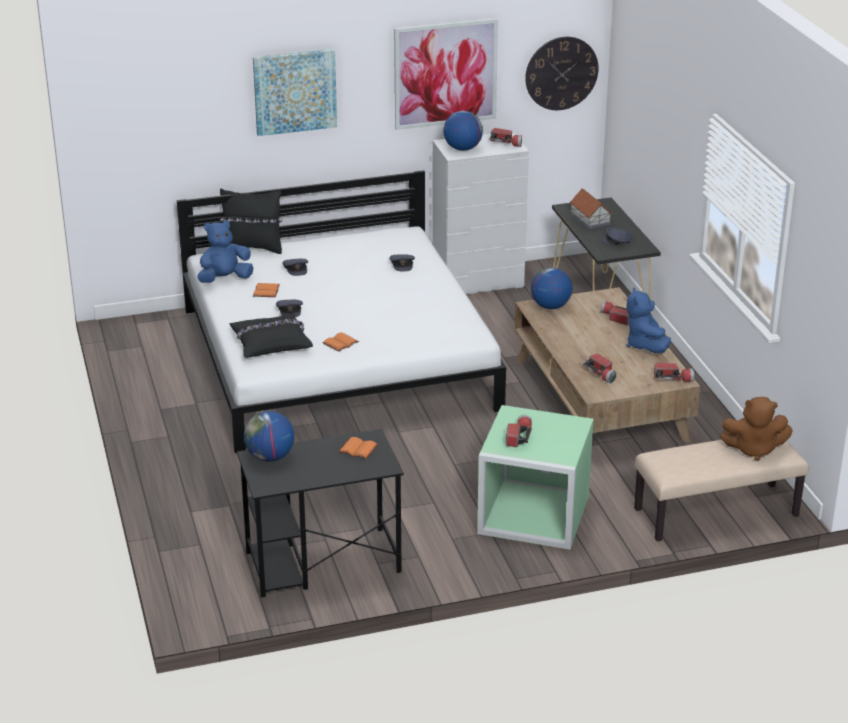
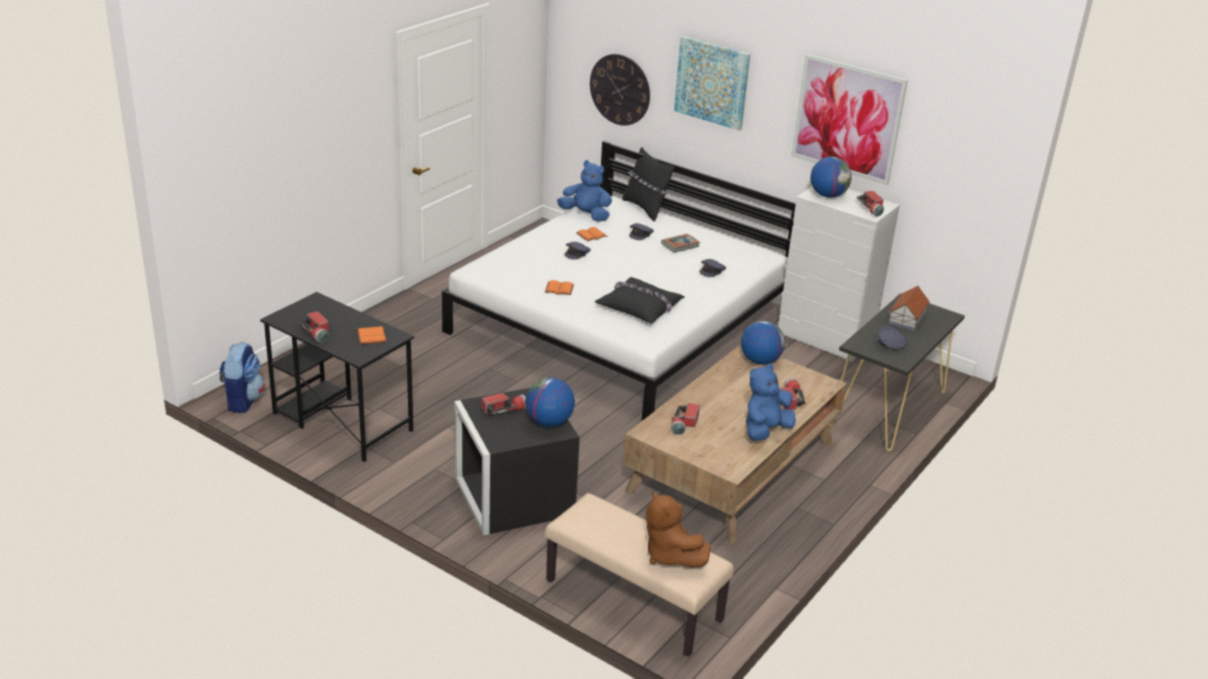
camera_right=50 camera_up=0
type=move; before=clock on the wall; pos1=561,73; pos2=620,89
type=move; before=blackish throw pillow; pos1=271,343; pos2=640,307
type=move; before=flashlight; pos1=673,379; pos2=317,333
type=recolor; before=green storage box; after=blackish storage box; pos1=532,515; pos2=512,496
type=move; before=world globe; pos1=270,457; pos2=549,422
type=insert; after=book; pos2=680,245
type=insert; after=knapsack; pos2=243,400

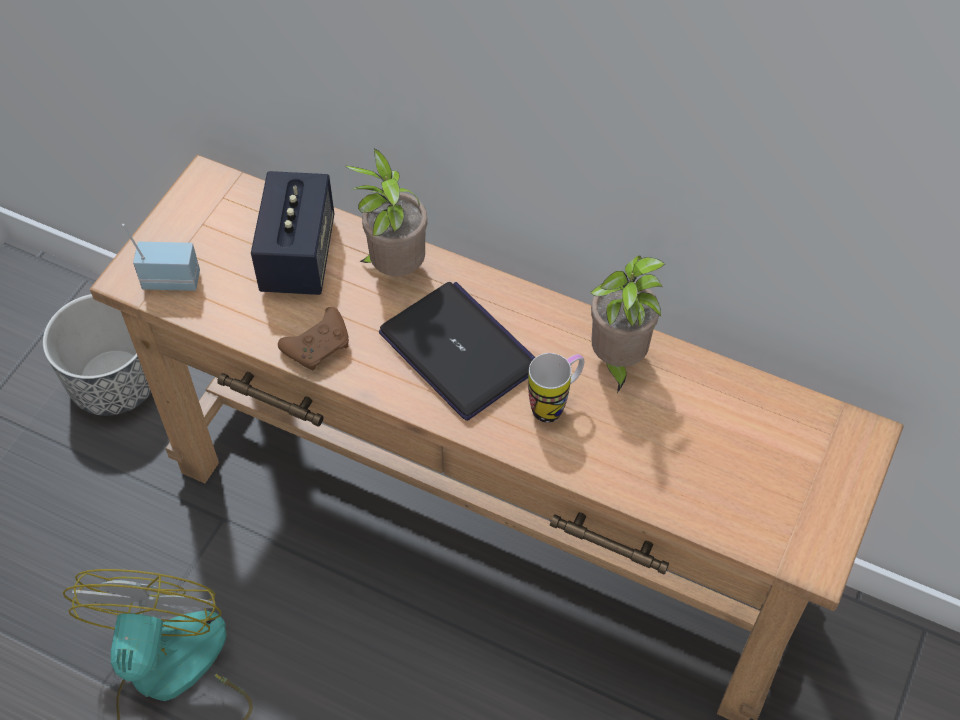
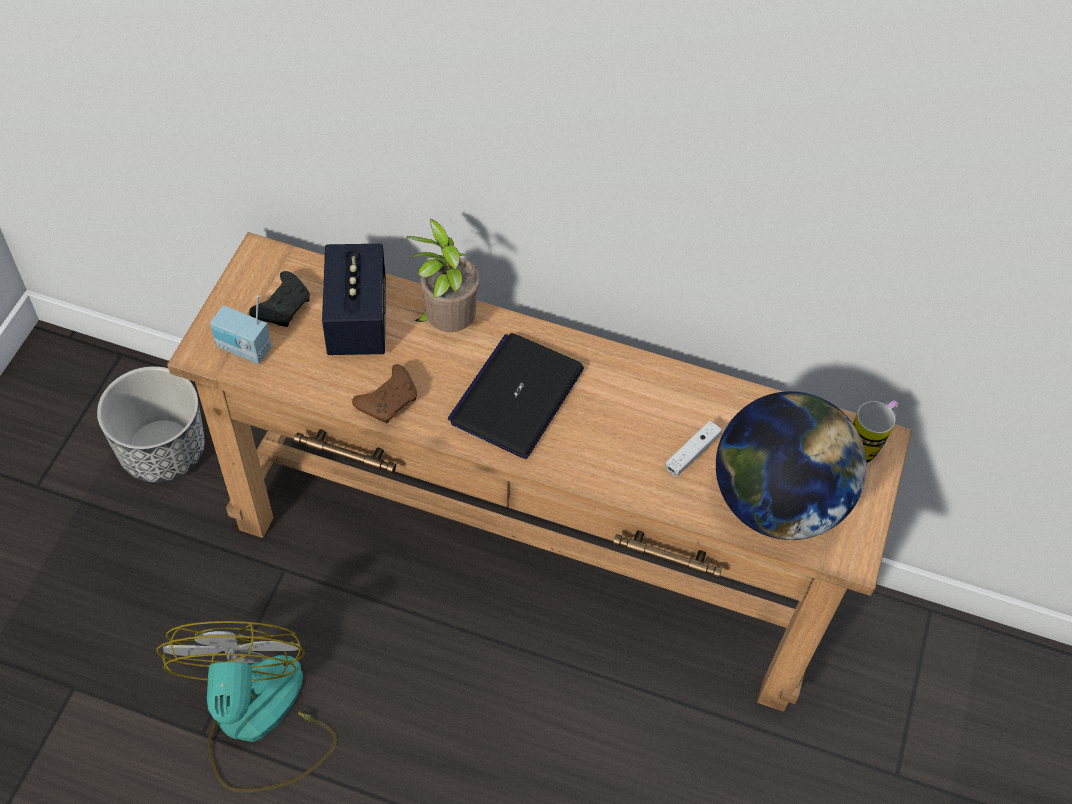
camera_right=-10 camera_up=0
type=rotate; before=radio receiver; pos1=171,279; pos2=243,349; turn=-150
type=delete; before=houseplant; pos1=617,361
type=rotate; before=notebook computer; pos1=459,351; pos2=517,396; turn=-105
type=move; before=tea mug; pos1=555,405; pos2=867,446
type=insert; after=blackish joypad; pos2=284,306
type=insert; after=world globe; pos2=776,502
type=insert; after=whitish joypad; pos2=692,453

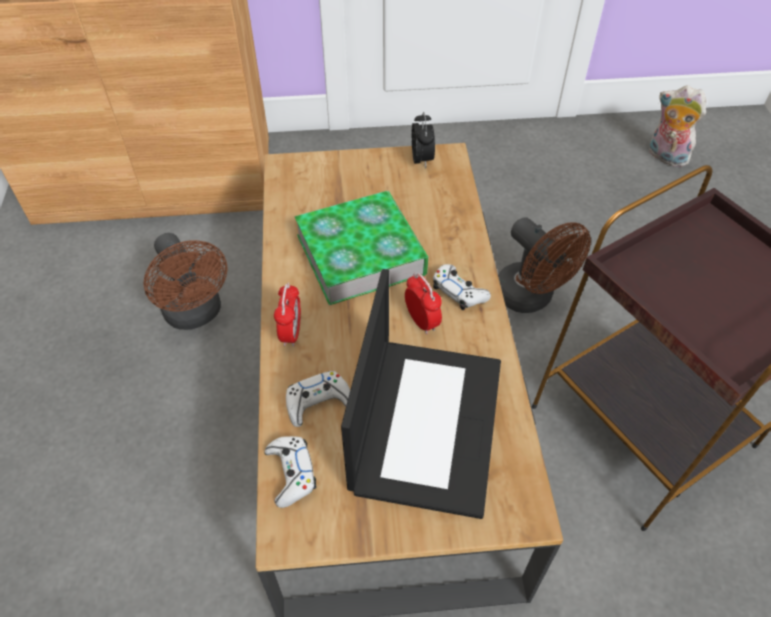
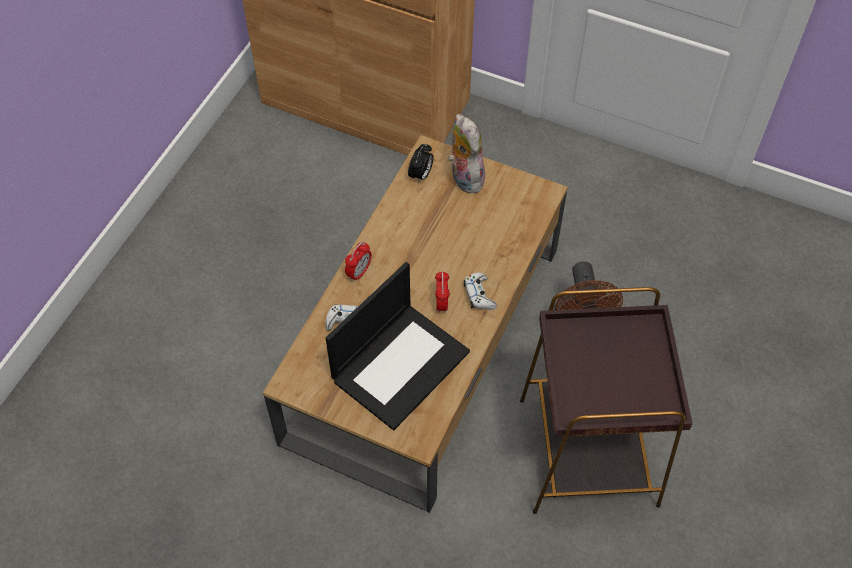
camera_right=30 camera_up=5
type=move; before=plush toy; pos1=665,157; pos2=464,177
type=move; before=table clock; pos1=422,160; pos2=421,175
type=delete; before=book; pos1=360,254
type=delete; before=brownish electric fan; pos1=196,314
type=delete; before=whitish joypad; pos1=291,473

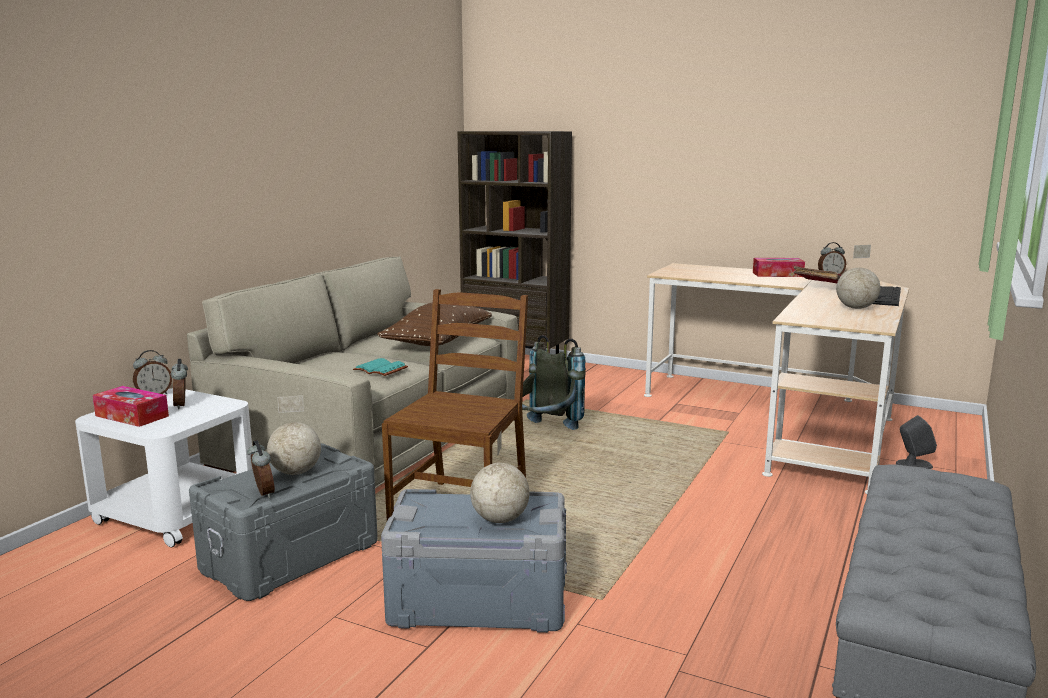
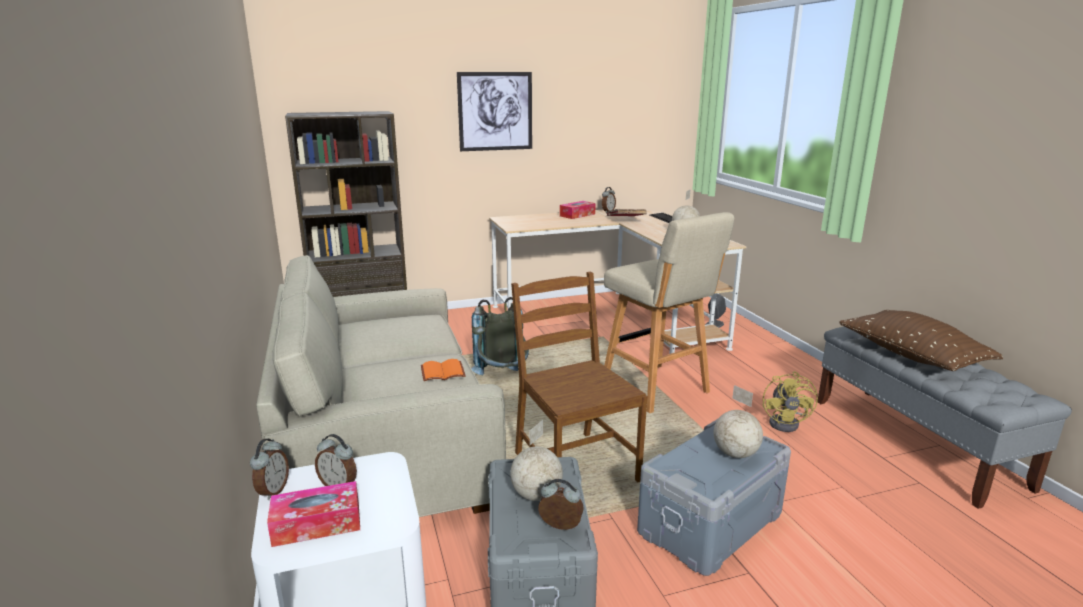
camera_right=-45 camera_up=5
type=move; before=brownish throw pillow; pos1=438,342; pos2=911,356
type=recolor; before=turquoise-coloured book; after=orange book; pos1=382,369; pos2=443,371
type=insert; after=wall picture; pos2=495,111
type=insert; after=sand-coloured stool; pos2=657,389
type=insert; after=yellow-coloured electric fan; pos2=787,423

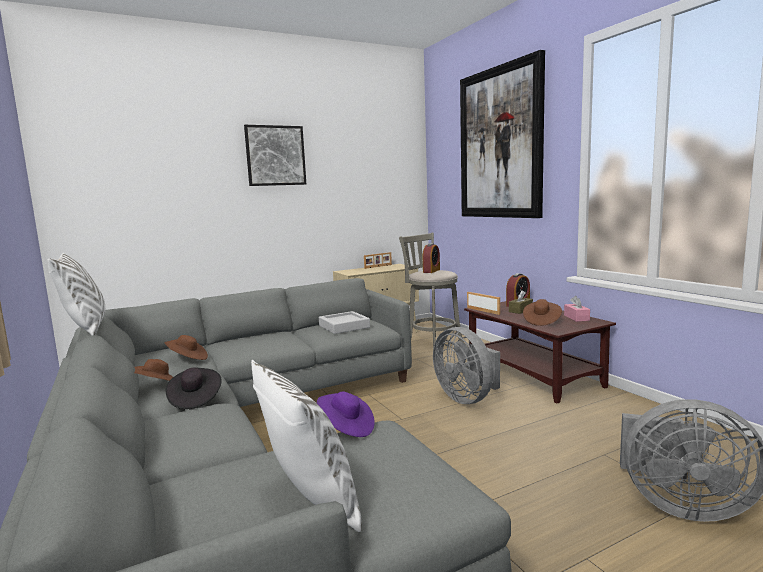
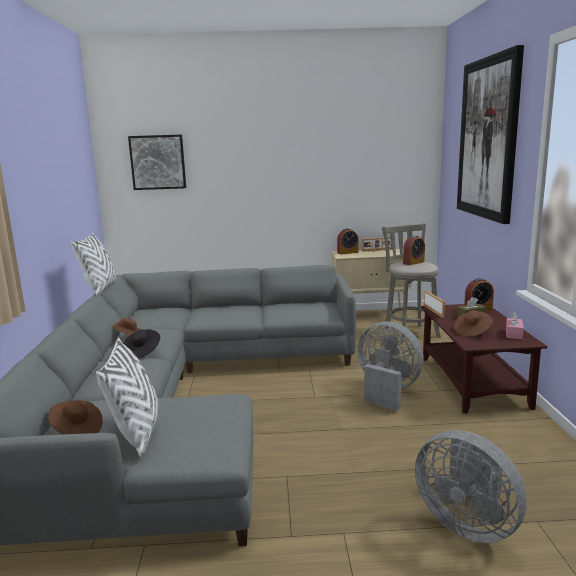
camera_right=25 camera_up=5
type=move; before=wall picture; pos1=275,155; pos2=158,162
type=delete; before=greyish carrying tray; pos1=344,326
type=rotate; before=greyish electric fan; pos1=467,398; pos2=386,391; turn=135
type=move; before=brownish clothing hat; pos1=188,359; pos2=77,431
type=delete; before=purple clothing hat; pos1=346,428
type=insert; after=table clock; pos2=347,252

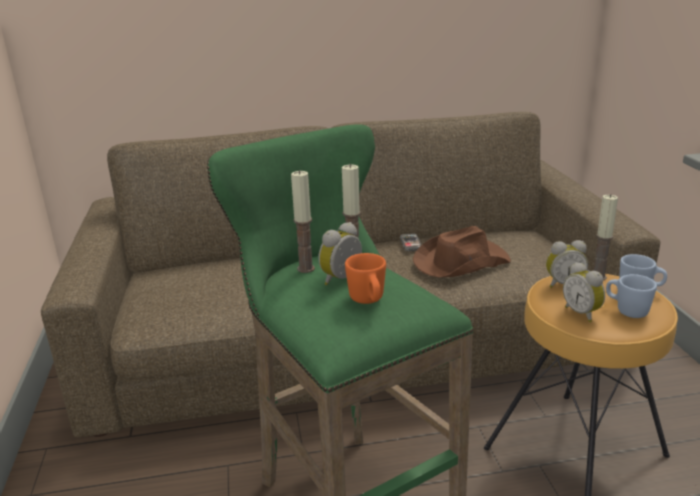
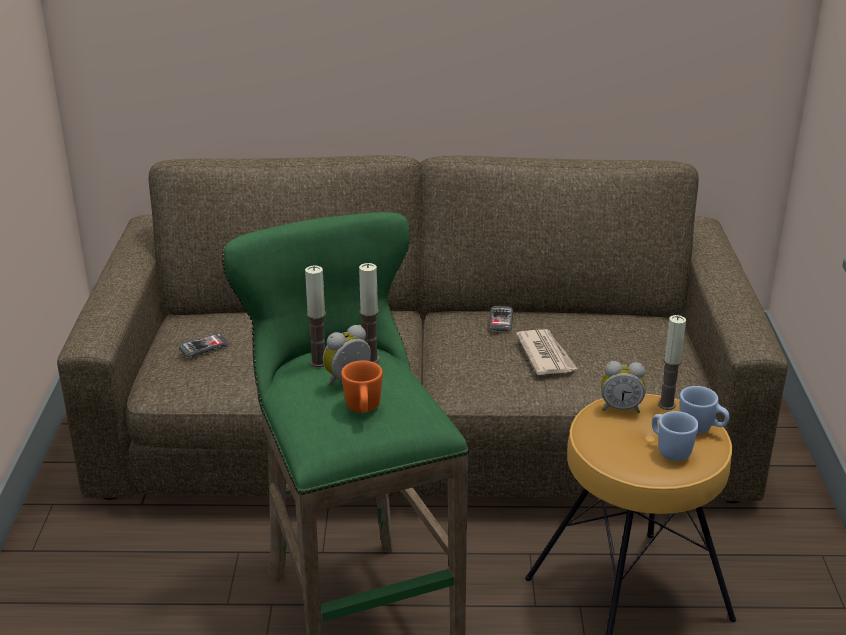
camera_right=10 camera_up=5
type=replace; before=brownish clothing hat; after=daily paper; pos1=460,262; pos2=545,355
type=delete; before=table clock; pos1=582,313
type=insert; after=phone; pos2=203,347

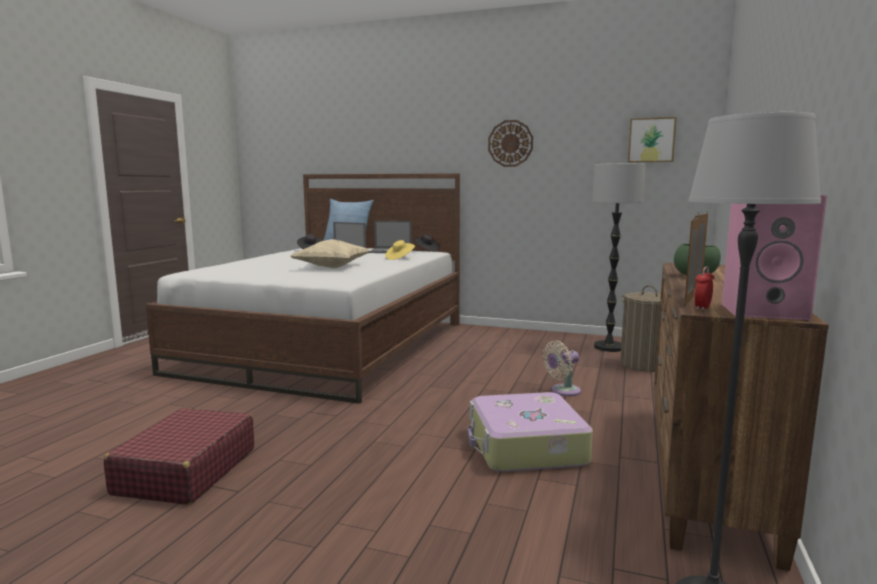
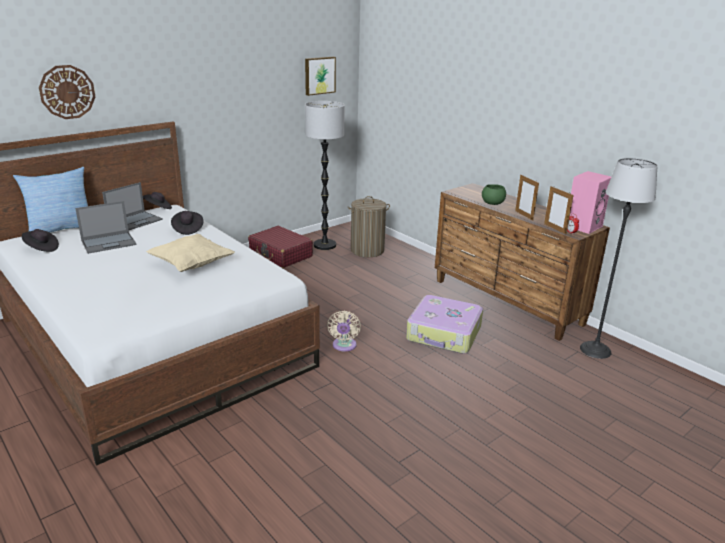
camera_right=-60 camera_up=15
type=move; before=clock on the wall; pos1=510,143; pos2=67,92
type=recolor; before=yellow-coloured clothing hat; after=blackish clothing hat; pos1=400,258; pos2=187,229
type=move; before=sand-coloured electric fan; pos1=563,391; pos2=344,346
type=move; before=red-coloured travel case; pos1=186,471; pos2=280,255

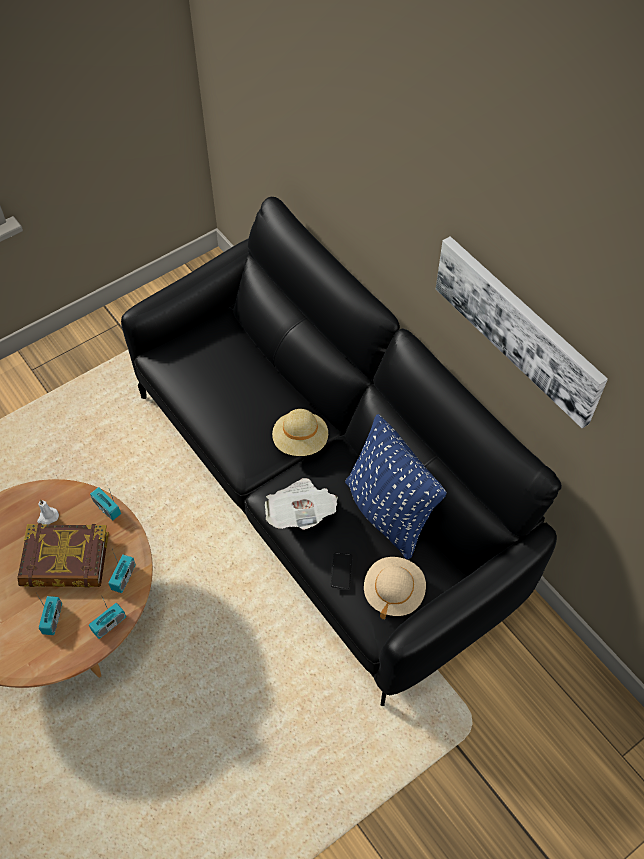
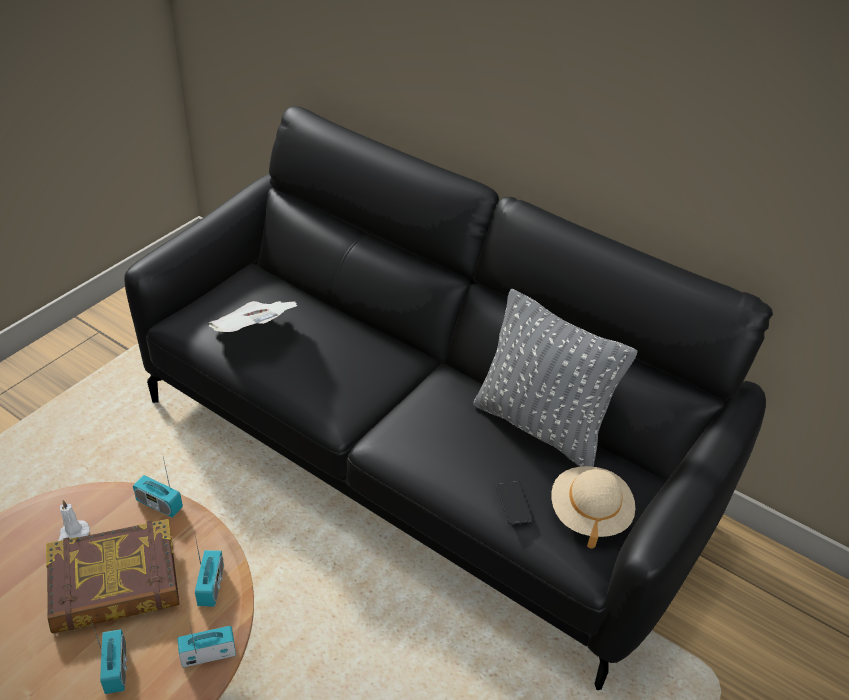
camera_right=-20 camera_up=-15
type=delete; before=wall picture; pos1=518,327
type=delete; before=sand-coloured clothing hat; pos1=300,441
type=recolor; before=blue throw pillow; after=greyish throw pillow; pos1=388,512; pos2=540,427
type=move; before=daily paper; pos1=300,513; pos2=254,333
type=rotate; before=radio receiver; pos1=109,624; pos2=208,654; turn=-135

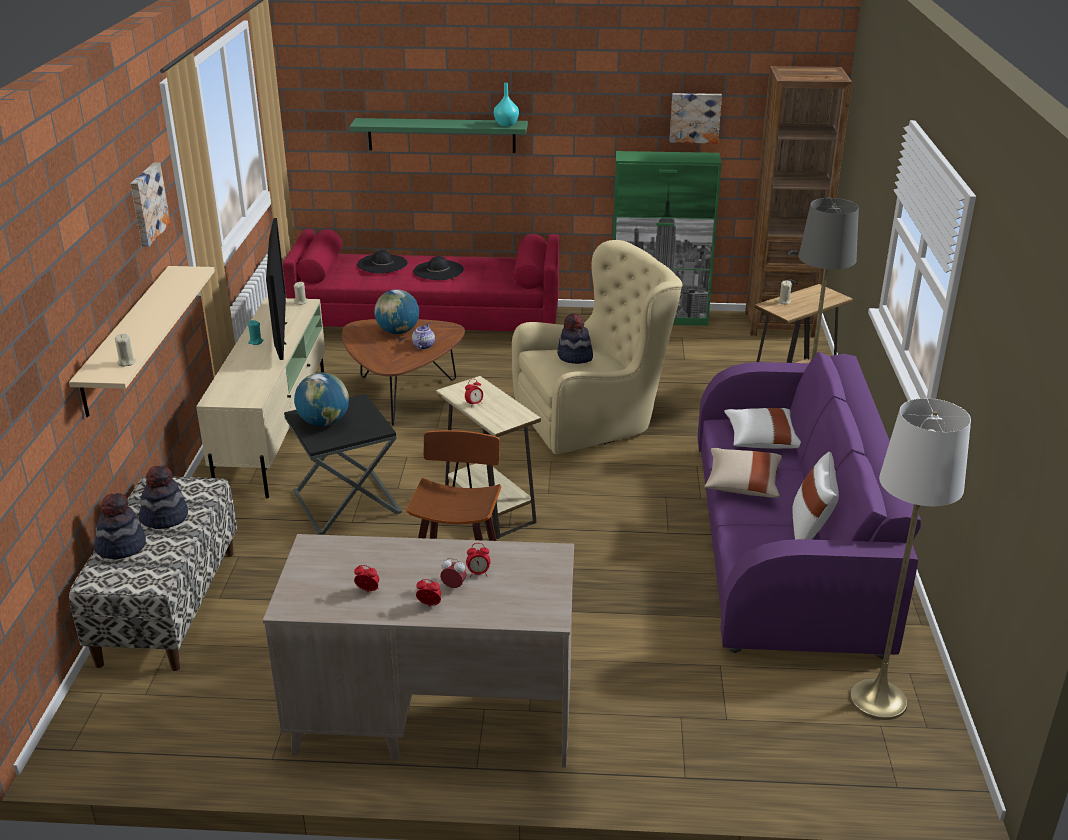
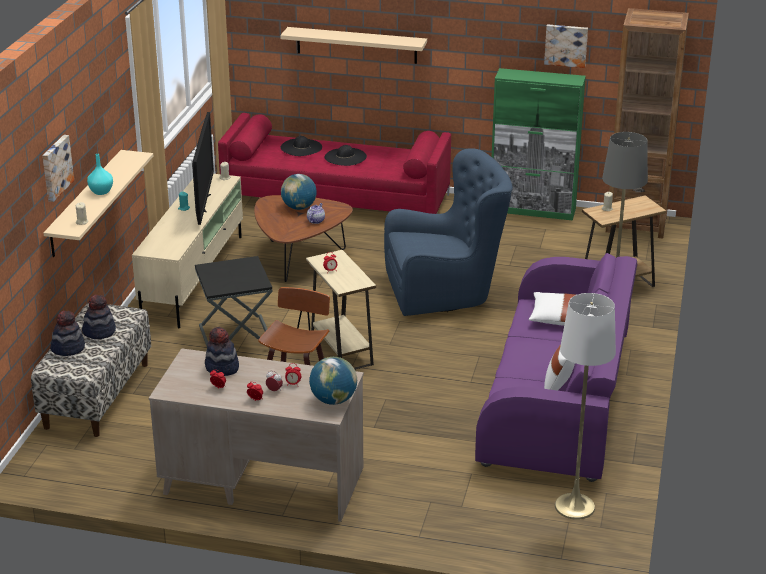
camera_right=10 camera_up=0
type=move; before=turquoise-coloured vase; pos1=507,124; pos2=101,192
type=recolor; before=green bracket shelf; after=sand-coloured bracket shelf; pos1=441,135; pos2=356,45
type=move; before=wall picture; pos1=147,204; pos2=55,167
type=recolor; before=sand-coloured armchair; after=blue armchair; pos1=595,419; pos2=446,291
type=move; before=clothing hat; pos1=574,357; pos2=222,368
type=move; before=world globe; pos1=324,422; pos2=333,400
type=delete; before=sand-coloured throw pillow; pos1=742,484

